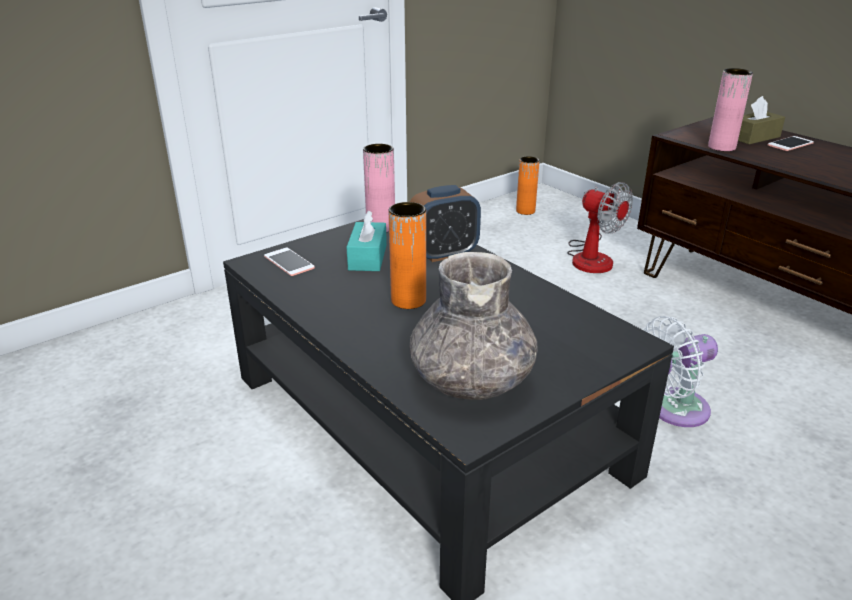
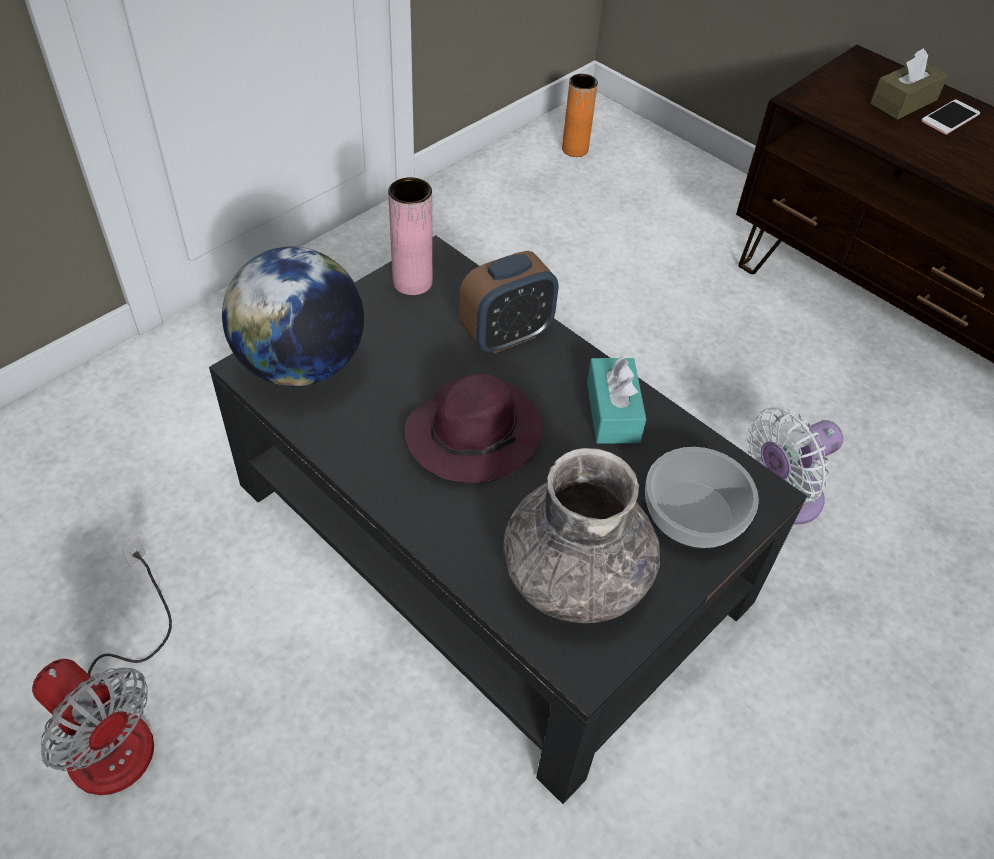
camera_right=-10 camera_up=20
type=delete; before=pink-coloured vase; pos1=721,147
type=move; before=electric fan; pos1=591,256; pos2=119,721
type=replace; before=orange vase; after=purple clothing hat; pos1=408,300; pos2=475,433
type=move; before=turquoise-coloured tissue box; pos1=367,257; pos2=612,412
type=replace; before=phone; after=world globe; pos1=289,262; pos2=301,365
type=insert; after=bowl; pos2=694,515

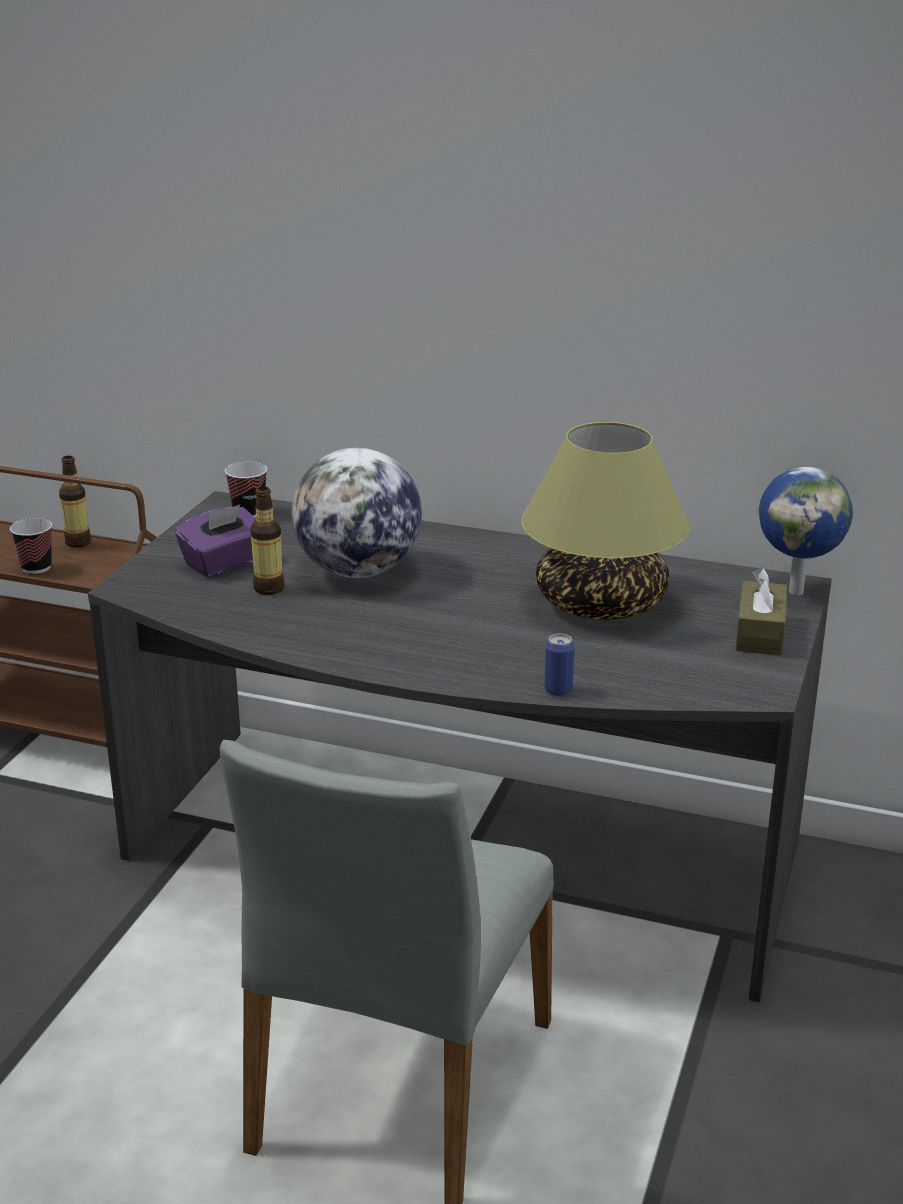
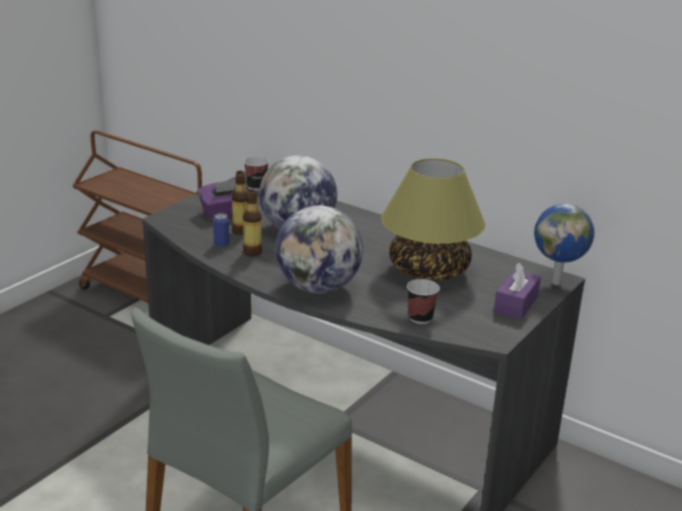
camera_right=15 camera_up=0
type=move; before=drink bottle; pos1=78,542; pos2=252,252
type=move; before=drinking cup; pos1=36,567; pos2=420,318
type=recolor; before=brownish tissue box; after=purple tissue box; pos1=759,633; pos2=516,304
type=move; before=sealed can; pos1=558,690; pos2=221,244
type=insert; after=world globe; pos2=318,287

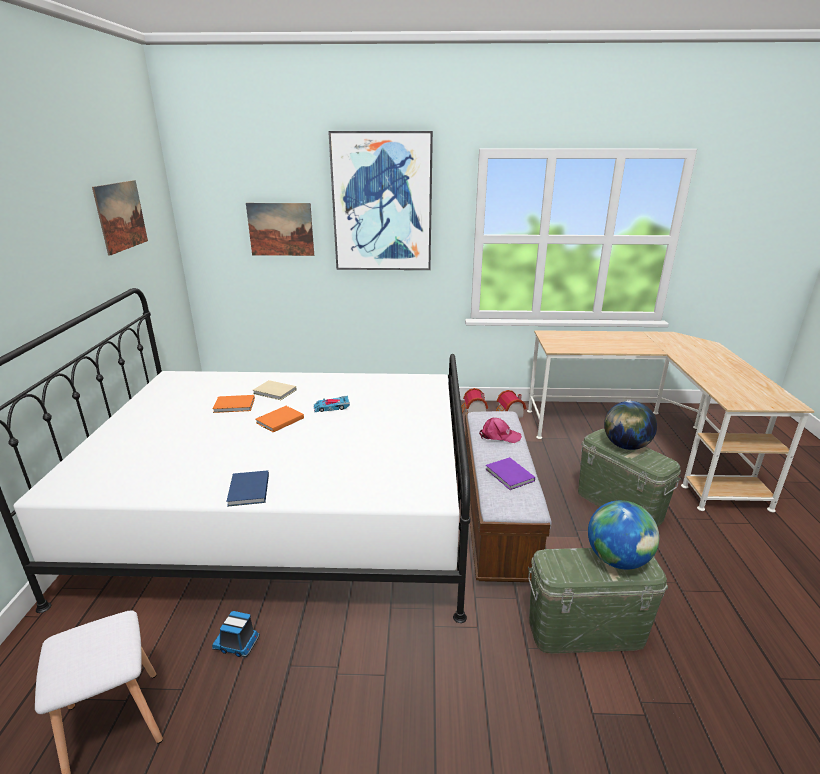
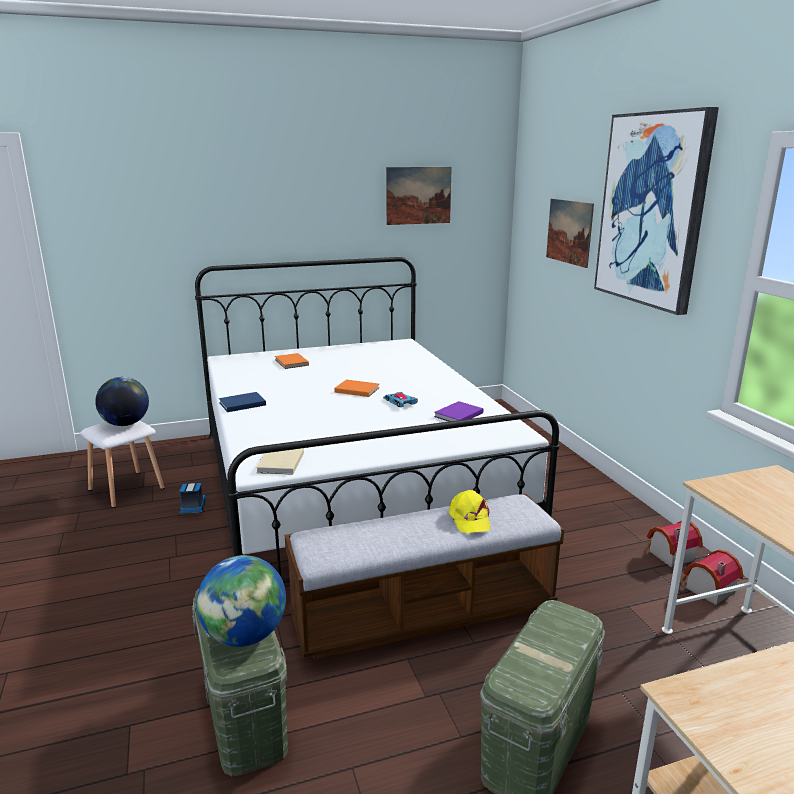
camera_right=70 camera_up=-5
type=move; before=sand-coloured book; pos1=275,392; pos2=279,463
type=move; before=orange book; pos1=235,405; pos2=291,363
type=move; before=world globe; pos1=625,446; pos2=125,424
type=recolor; before=pink-coloured cap; after=yellow-coloured cap; pos1=499,436; pos2=469,518
type=move; before=purple book; pos1=509,476; pos2=457,415

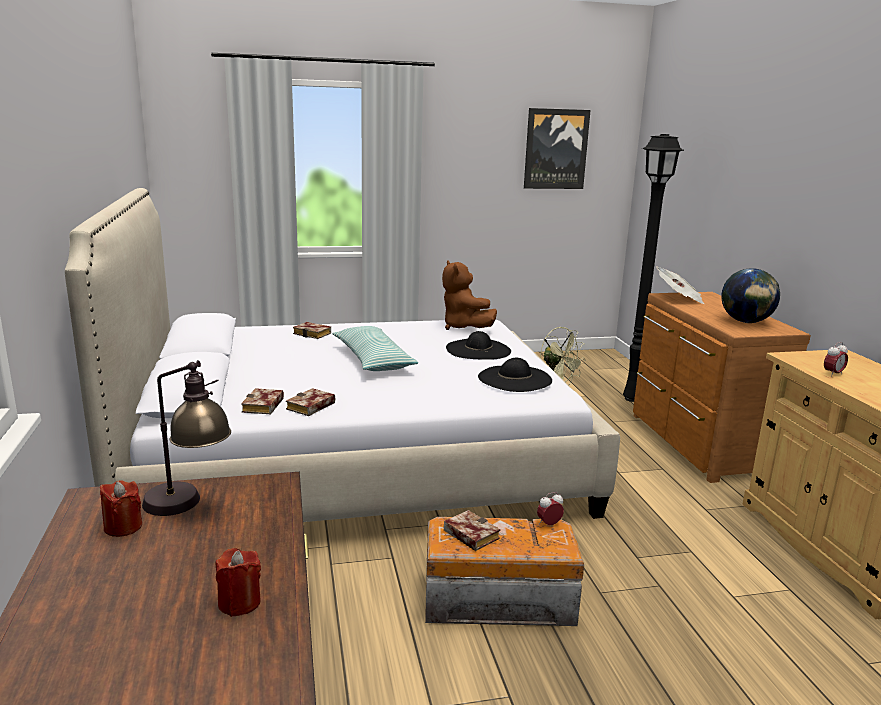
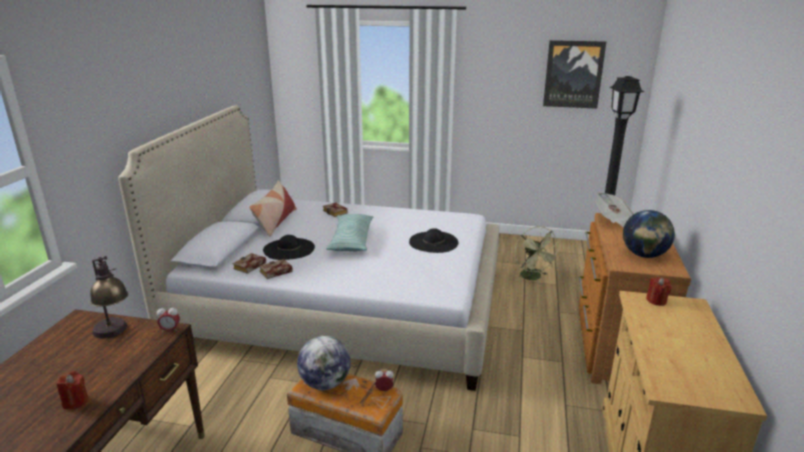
camera_right=25 camera_up=5
type=delete; before=brownish plush toy; pos1=464,327
type=move; before=table clock; pos1=833,374; pos2=170,330
type=move; before=blackish clothing hat; pos1=514,378; pos2=289,249
type=move; before=red-coloured candle; pos1=123,527; pos2=656,301
type=replace; before=book; after=world globe; pos1=468,535; pos2=325,383
type=insert; after=throw pillow; pos2=275,222

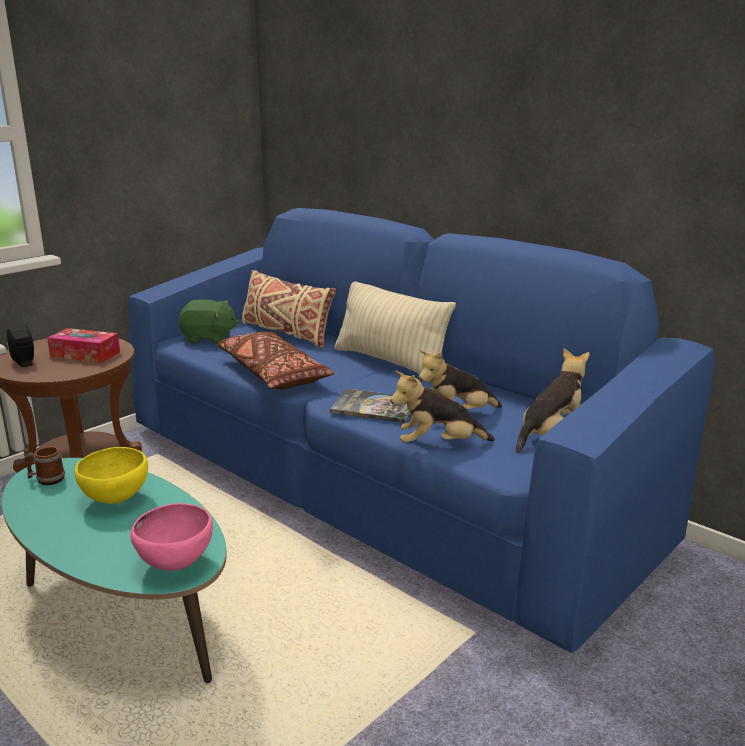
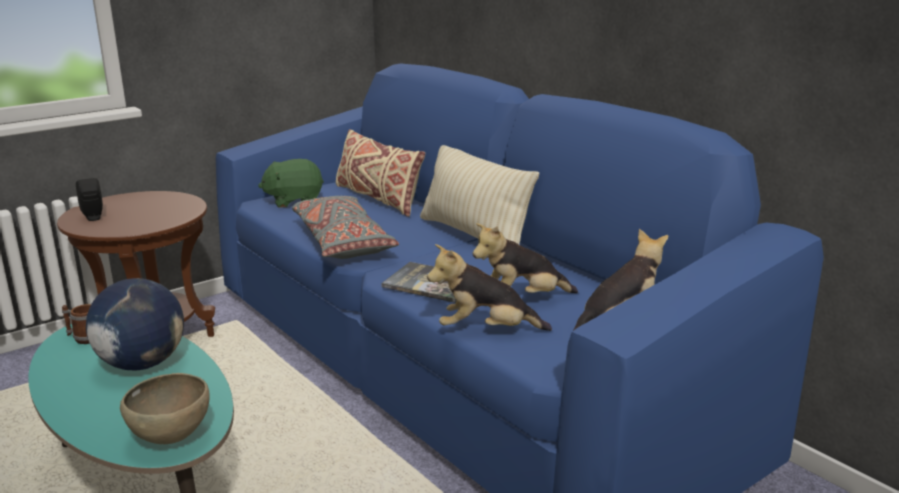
camera_right=10 camera_up=0
type=rotate; before=green plush toy; pos1=209,339; pos2=294,201; turn=150
type=delete; before=tissue box; pos1=85,354
type=recolor; before=brownish throw pillow; after=greyish throw pillow; pos1=272,374; pos2=342,242
type=replace; before=yellow-coloured bowl; after=world globe; pos1=116,499; pos2=142,364
type=recolor; before=pink-coloured bowl; after=brownish bowl; pos1=176,564; pos2=172,438

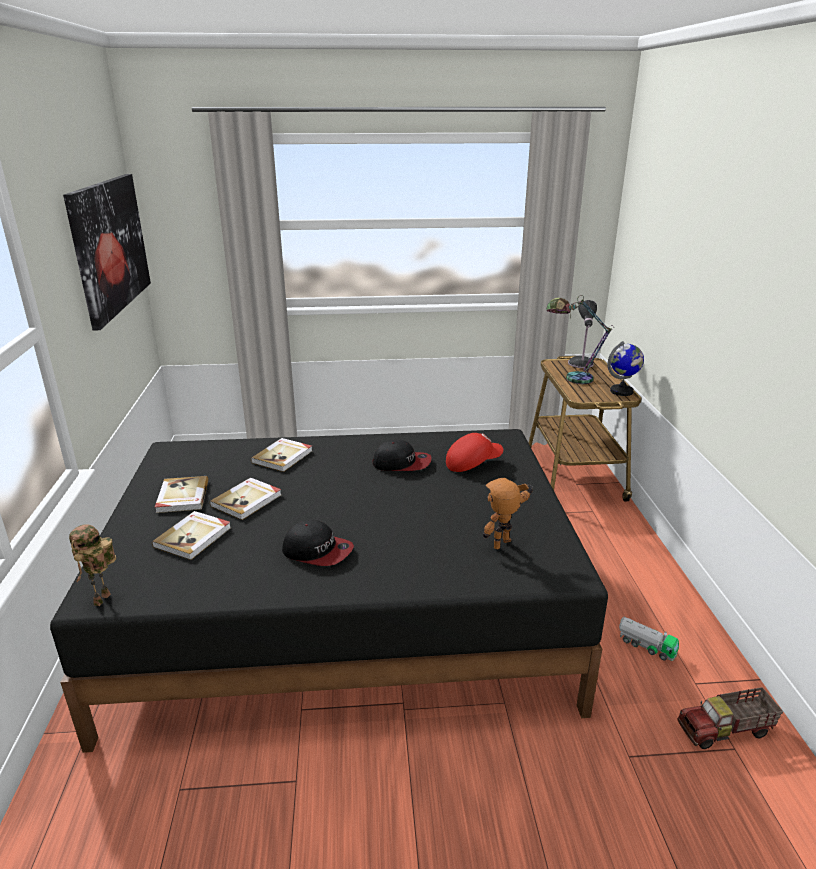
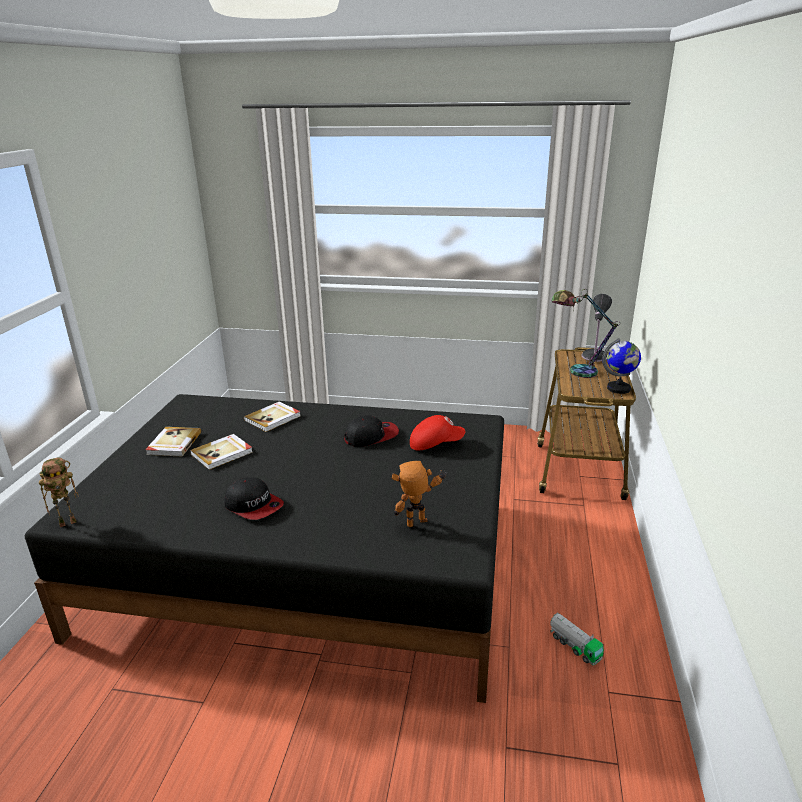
camera_right=15 camera_up=0
type=delete; before=wall picture; pos1=110,246
type=rotate; before=cap; pos1=402,463; pos2=371,436; turn=-45
type=delete; before=book; pos1=194,537
type=rotate; before=model robot; pos1=103,601; pos2=69,522; turn=-150
type=delete; before=model truck; pos1=725,730

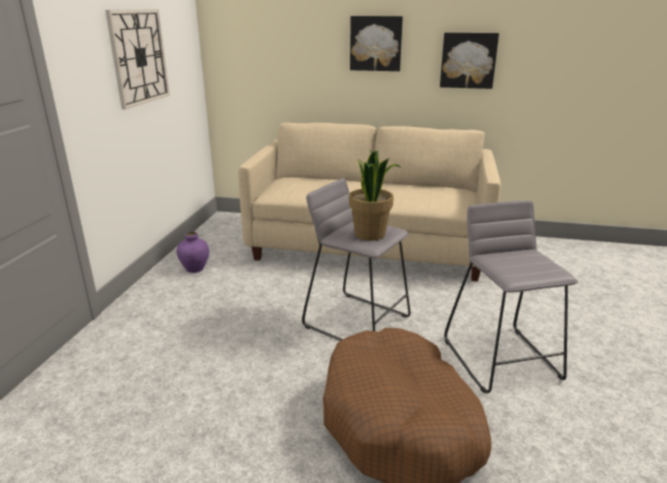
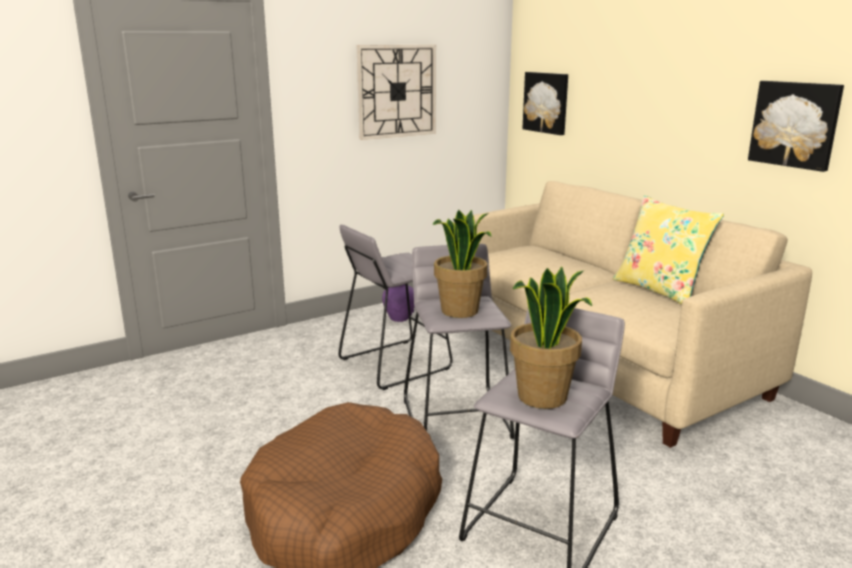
camera_right=45 camera_up=-5
type=move; before=wall picture; pos1=376,43; pos2=546,102
type=insert; after=yellow-coloured throw pillow; pos2=659,290
type=insert; after=greyish stool; pos2=394,363
type=insert; after=houseplant; pos2=543,397

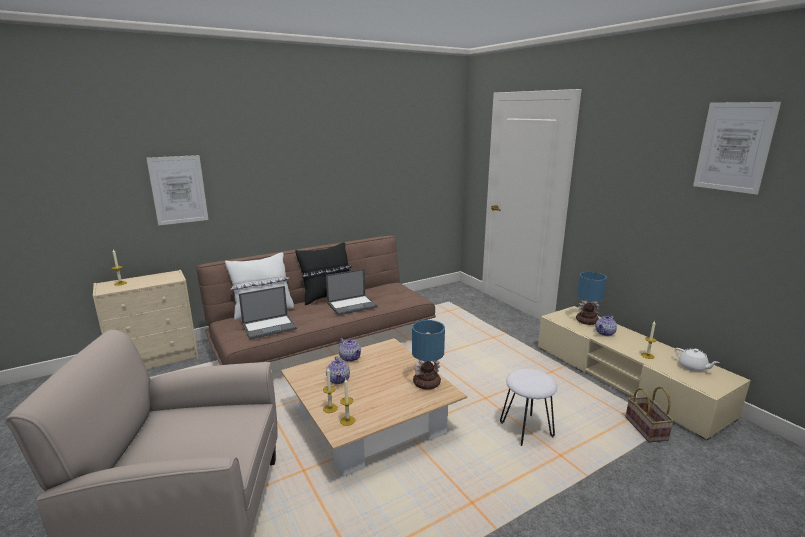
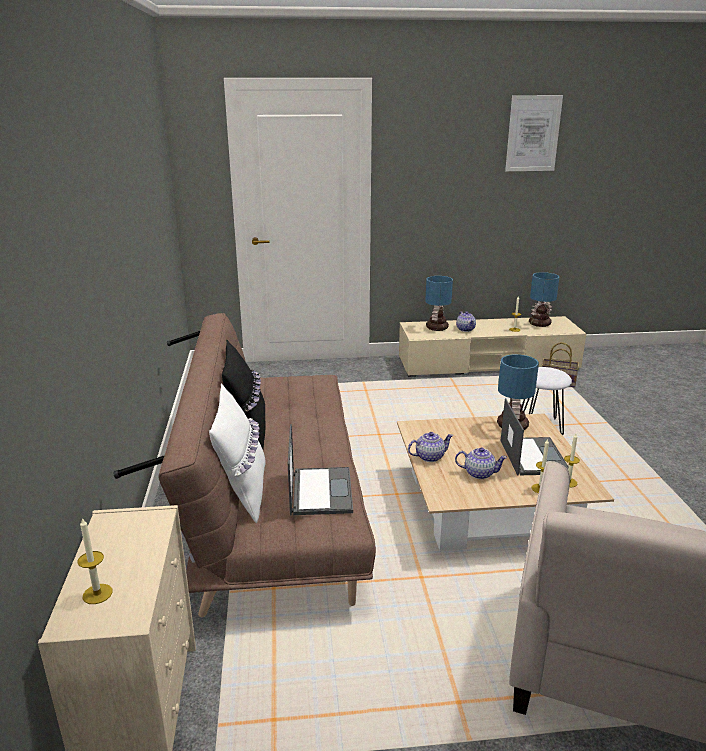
camera_right=-65 camera_up=5
type=delete; before=wall picture; pos1=178,190
type=move; before=notebook computer; pos1=352,305; pos2=533,456
type=replace; before=whitish tea pot; after=tabletop lamp; pos1=692,367; pos2=540,323

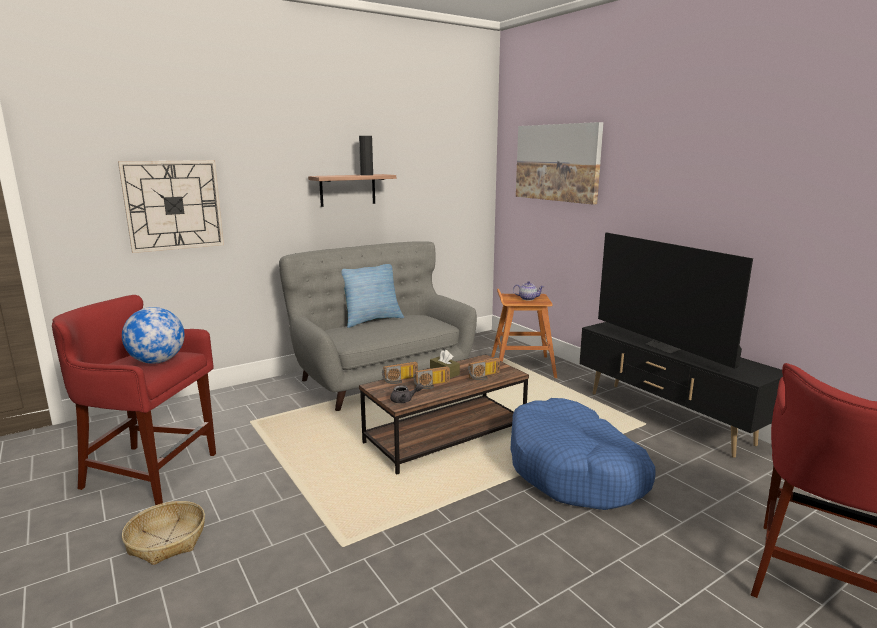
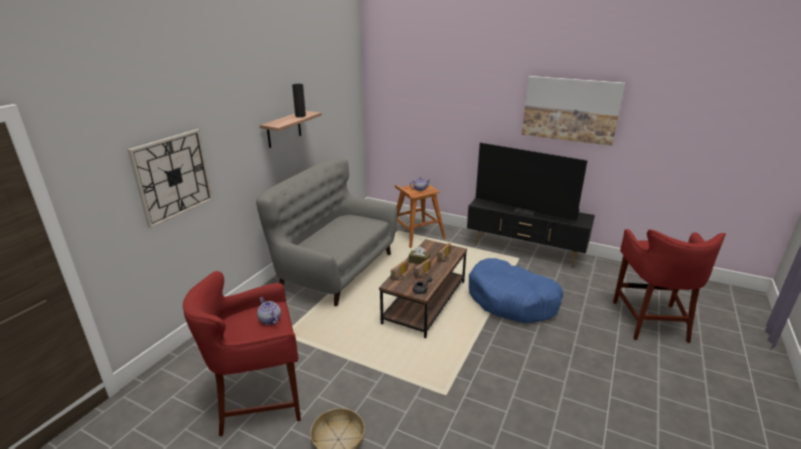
camera_right=-30 camera_up=10
type=move; before=wall picture; pos1=557,162; pos2=570,109
type=delete; before=throw pillow; pos1=371,320
type=replace; before=world globe; after=tea pot; pos1=157,361; pos2=270,320

